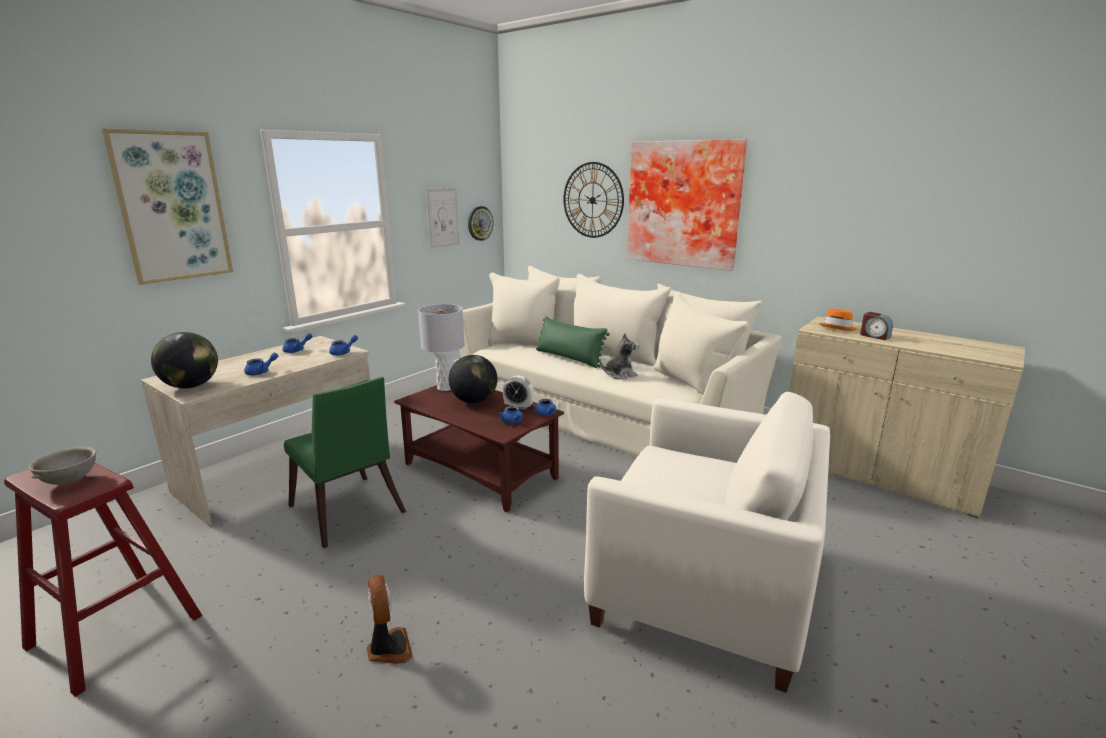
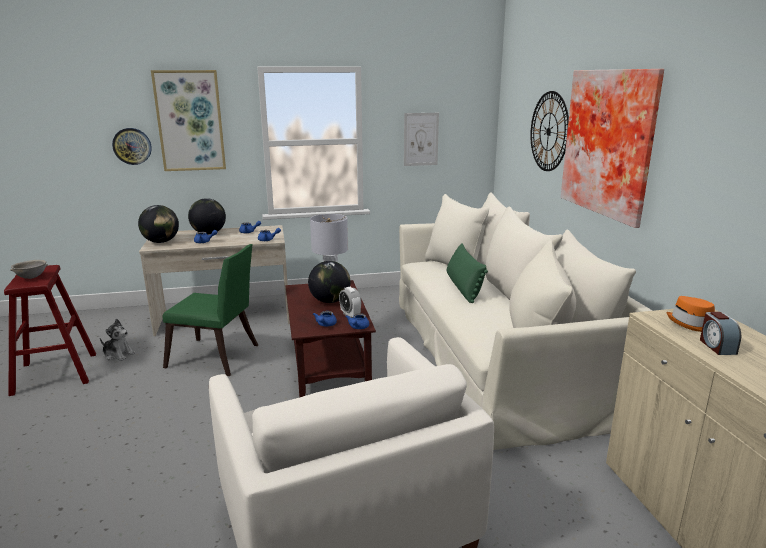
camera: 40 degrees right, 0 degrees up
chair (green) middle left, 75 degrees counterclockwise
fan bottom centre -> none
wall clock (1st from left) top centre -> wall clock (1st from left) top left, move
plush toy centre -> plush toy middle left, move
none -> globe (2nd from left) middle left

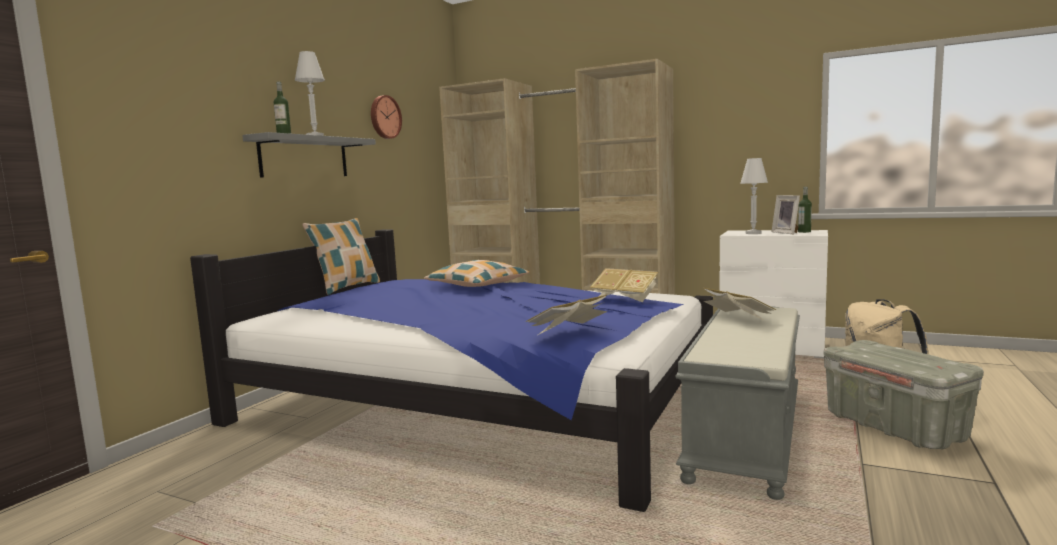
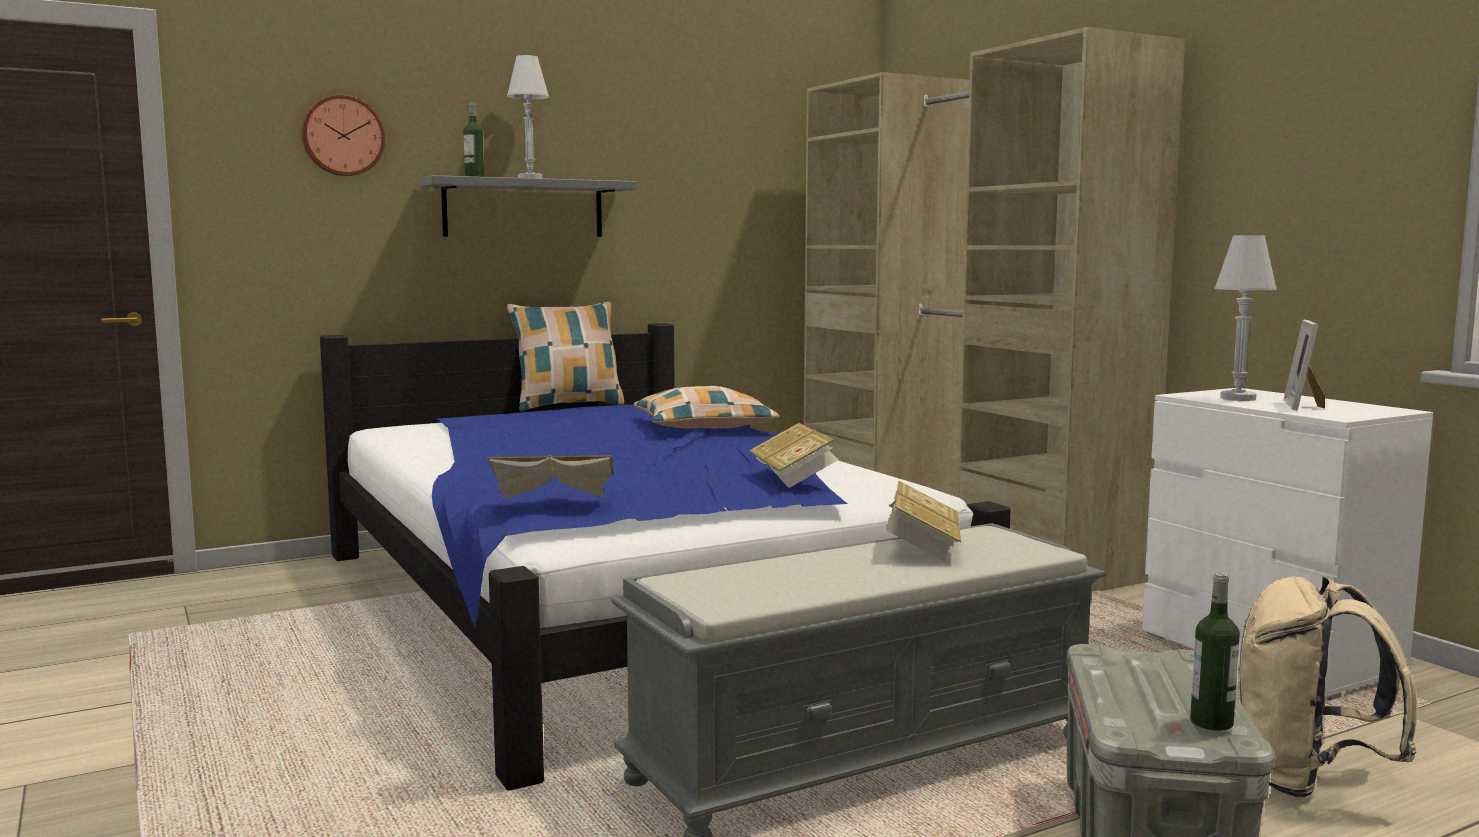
camera: 35 degrees right, 0 degrees up
wall clock top centre -> wall clock top left, move
bottle (2nd from left) middle right -> bottle (2nd from left) bottom right, move

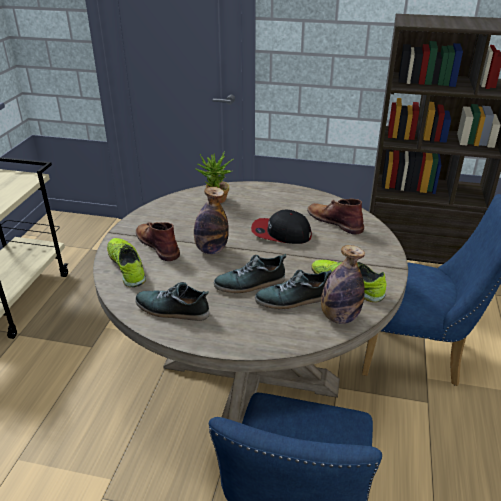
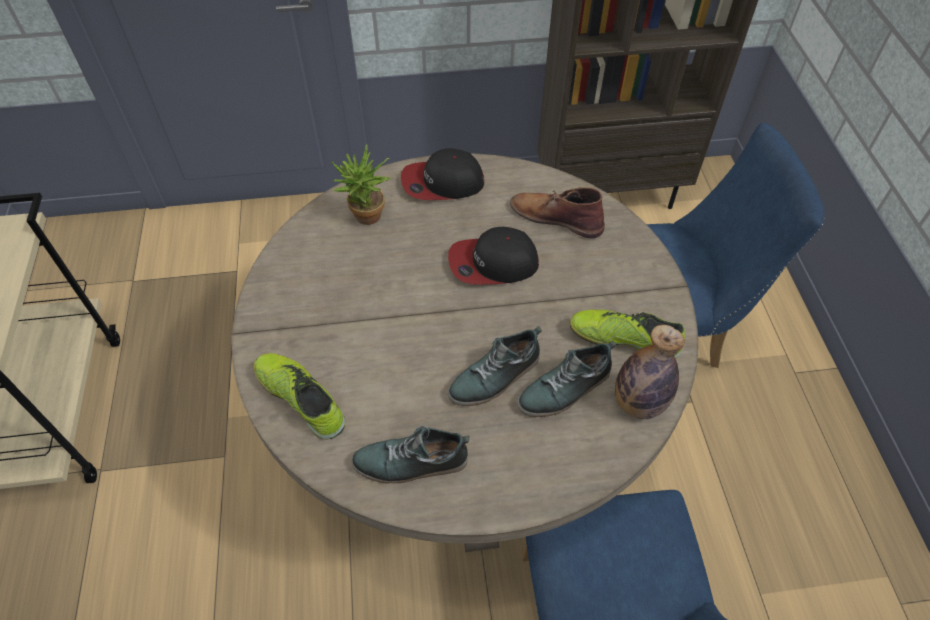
camera: 20 degrees left, 20 degrees up
boot (brown) (1st from left) middle left -> none
bottle (1st from left) centre -> none
none -> cap (1st from left) top centre

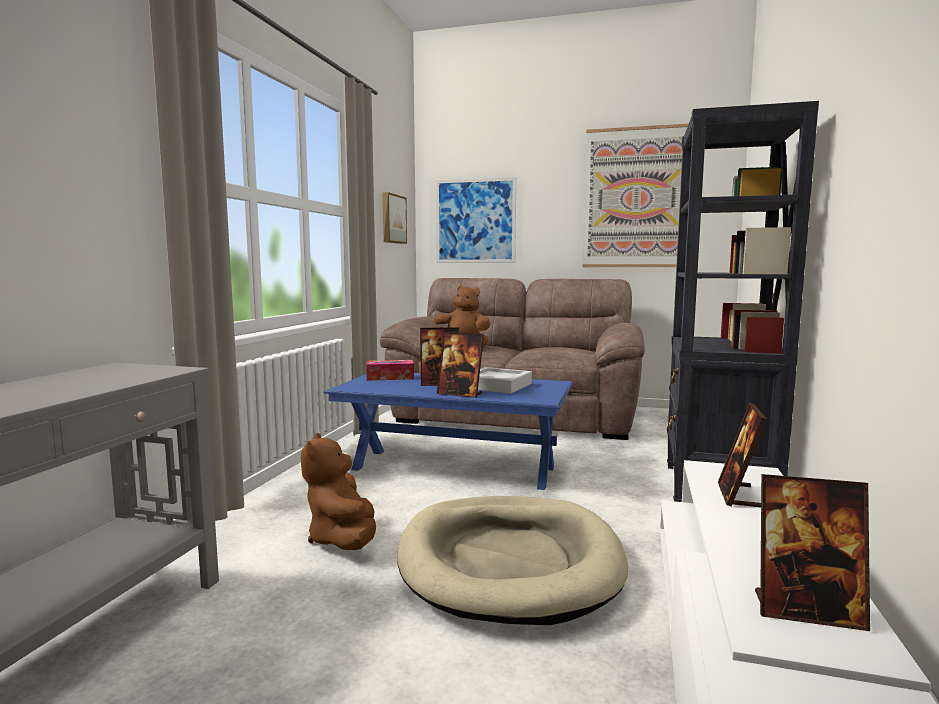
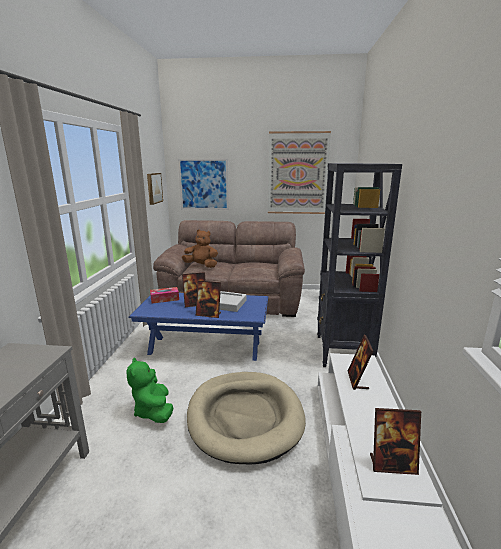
camera: 10 degrees left, 10 degrees up
plush toy (brown) (1st from left) bottom centre -> plush toy (green) bottom left

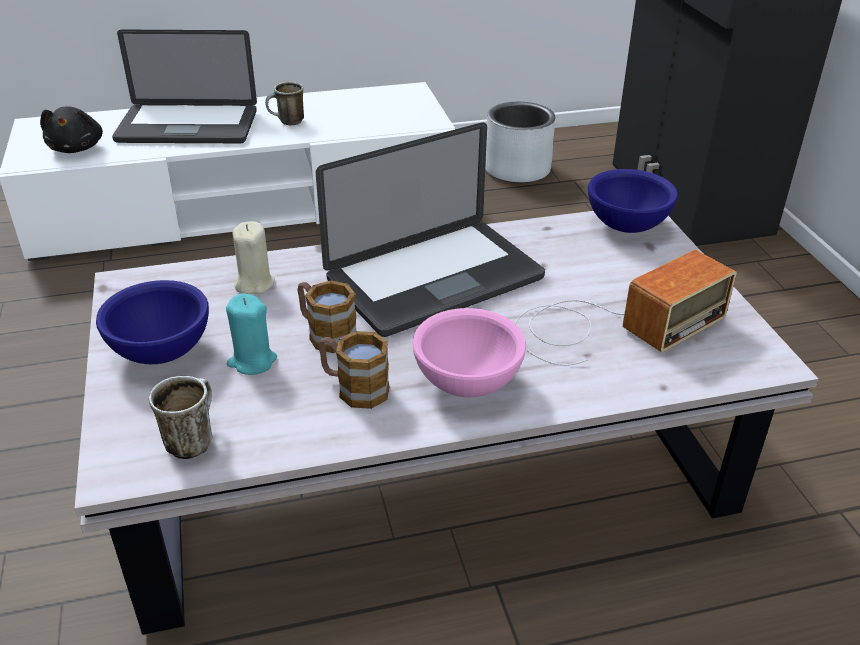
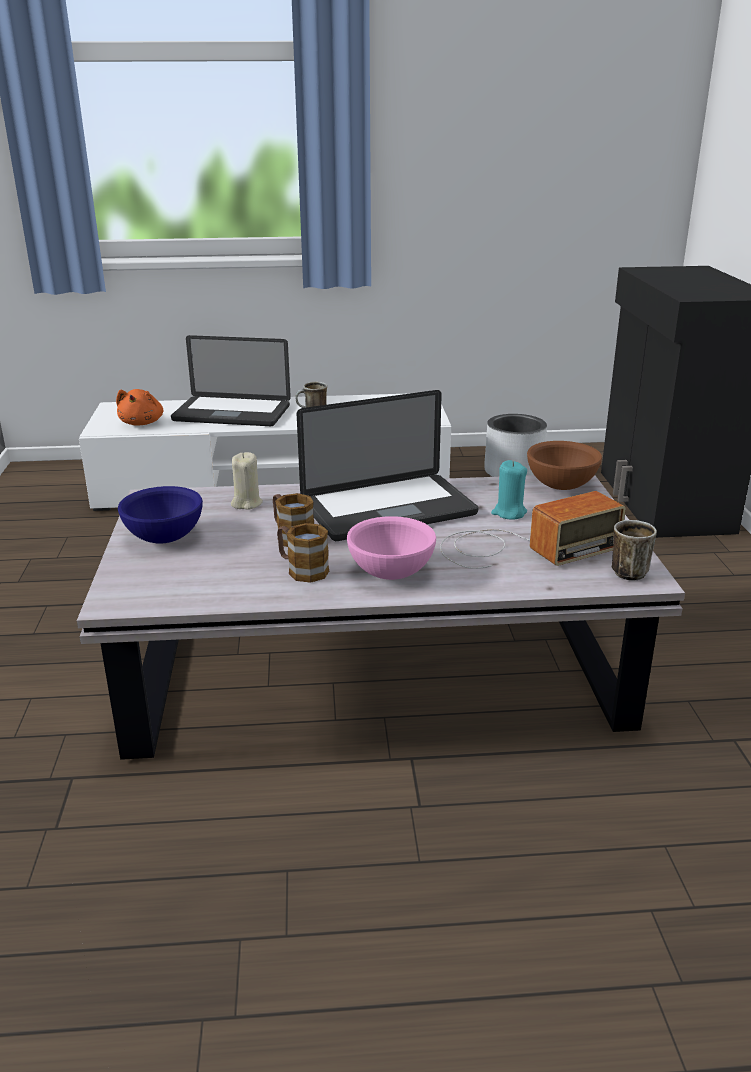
camera: 10 degrees right, 10 degrees down
plush toy (black) top left -> plush toy (orange) middle left
mug (1st from left in the first image) middle left -> mug (4th from left) middle right, move
candle (turquoise) middle left -> candle (turquoise) middle right, move
bowl (blue) (2nd from left) top right -> bowl (brown) middle right

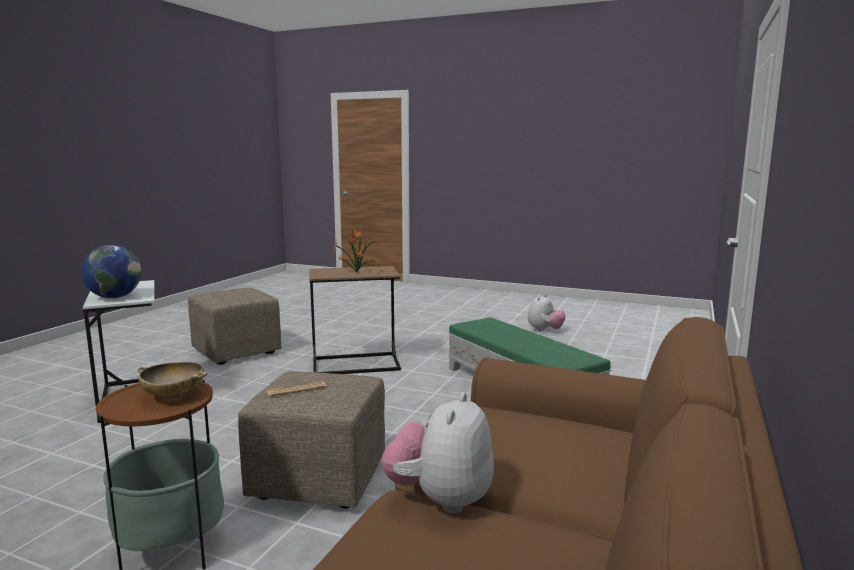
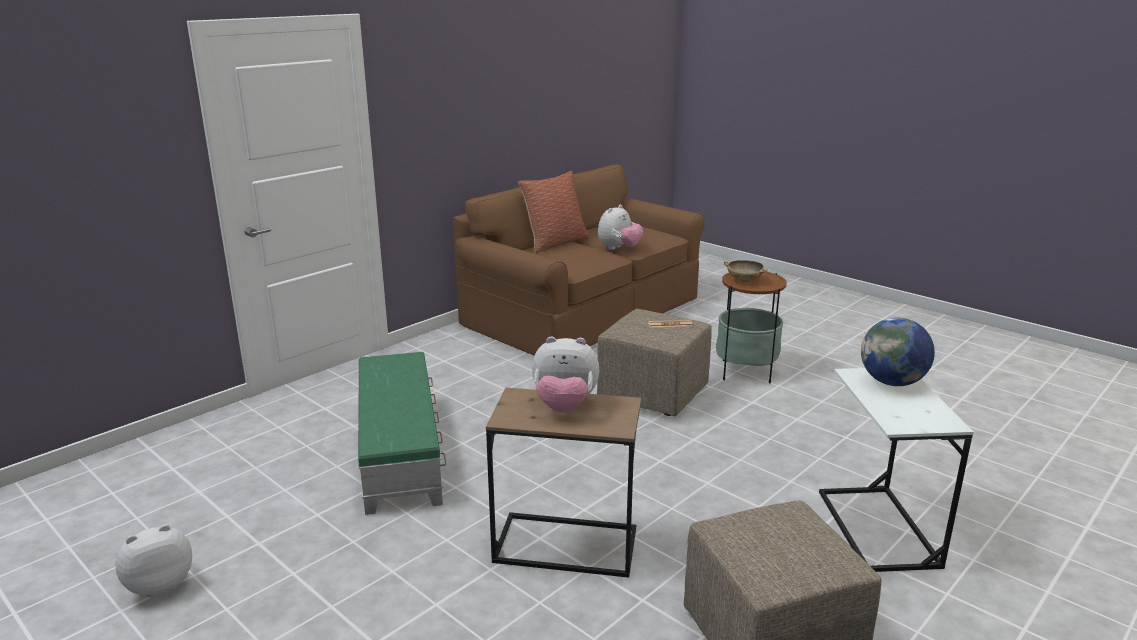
camera: 160 degrees left, 10 degrees up
potted plant centre -> plush toy (2nd from left) centre
none -> pillow top centre

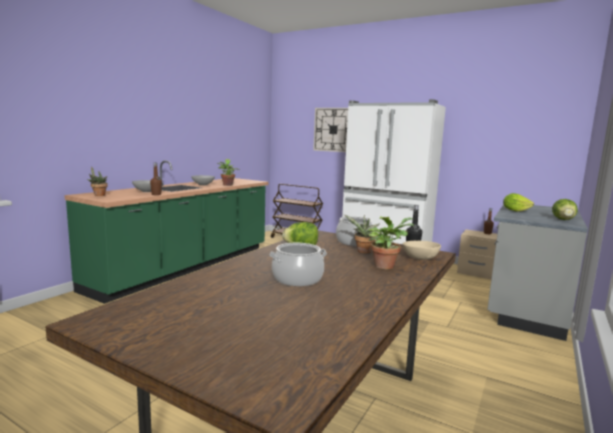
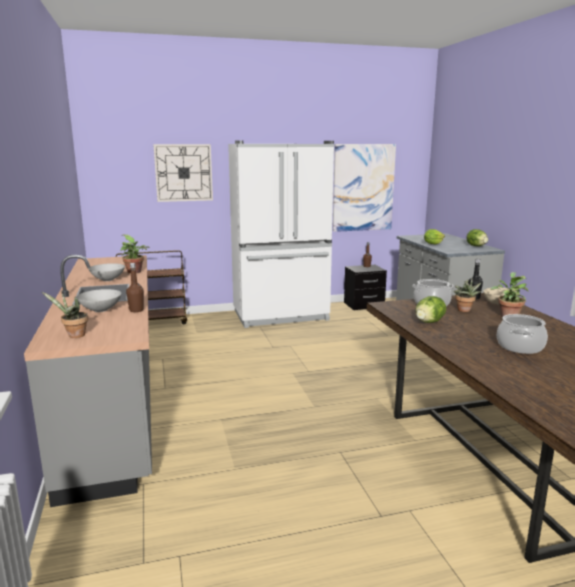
camera: 45 degrees left, 5 degrees up
counter (green) middle left -> counter (grey) (1st from left) middle left
nightstand (beige) middle right -> nightstand (black) centre
none -> picture top centre

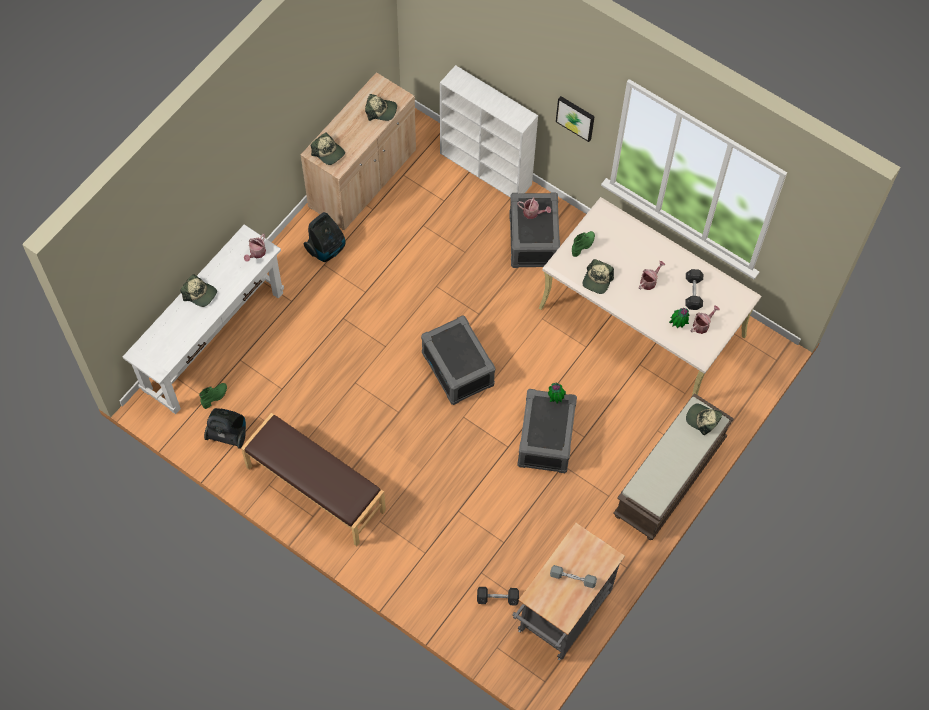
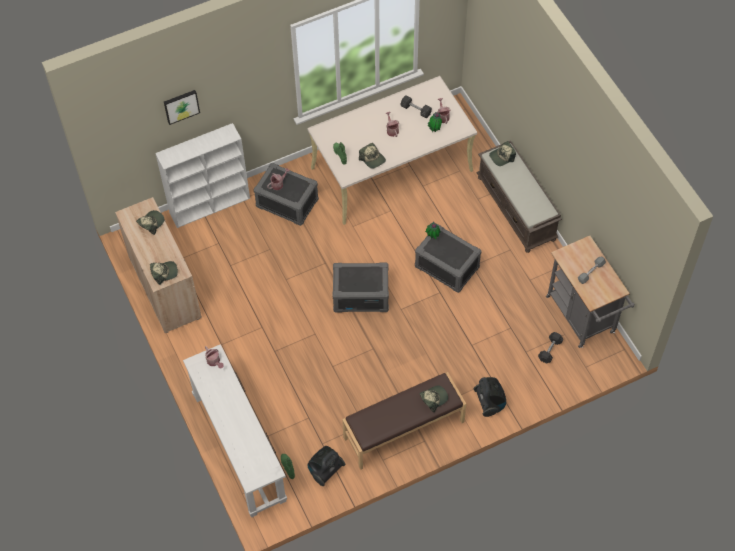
camera: 60 degrees left, 5 degrees down
cap (1st from left in the first image) middle left -> cap (4th from left) bottom centre, move
vacuum cleaner (2nd from left) centre -> vacuum cleaner (2nd from left) bottom right, move
picture top centre -> picture top left, move

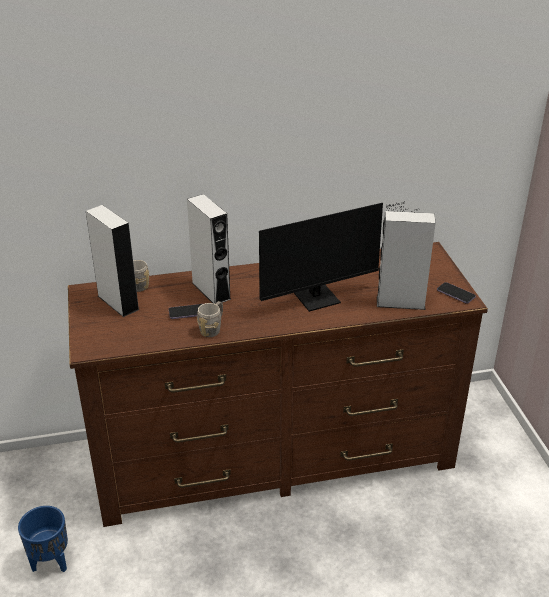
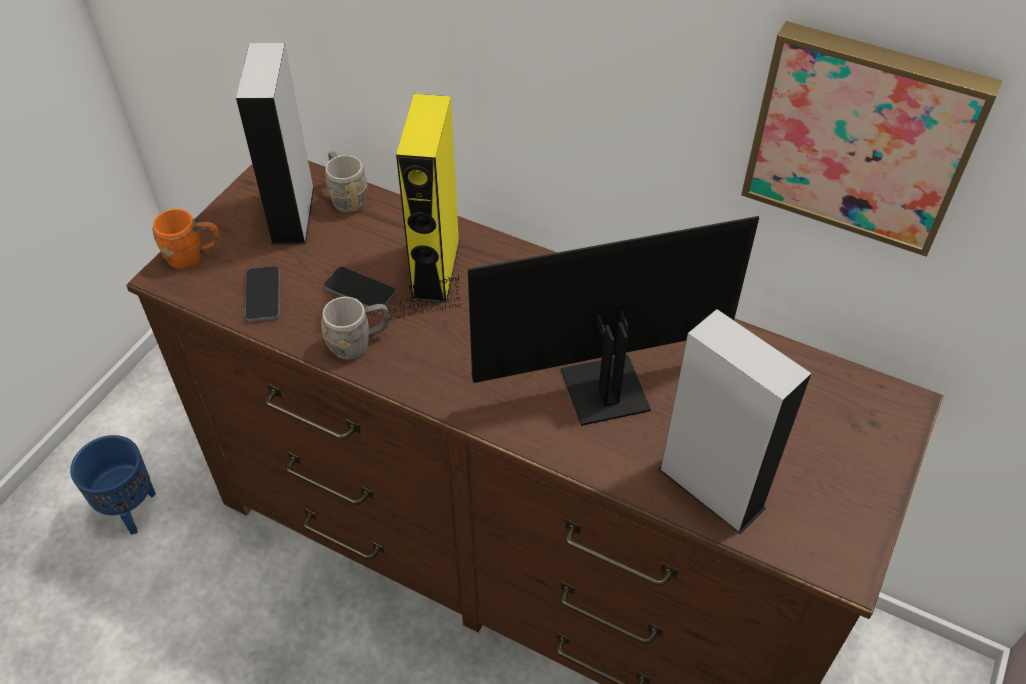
camera: 40 degrees right, 15 degrees up
speaker (grey) (2nd from left) centre -> speaker (yellow) top centre
monitor centre, 150 degrees clockwise
phone (2nd from left in the first image) middle right -> phone (1st from left) middle left, move
none -> mug (orange) middle left
none -> picture top right

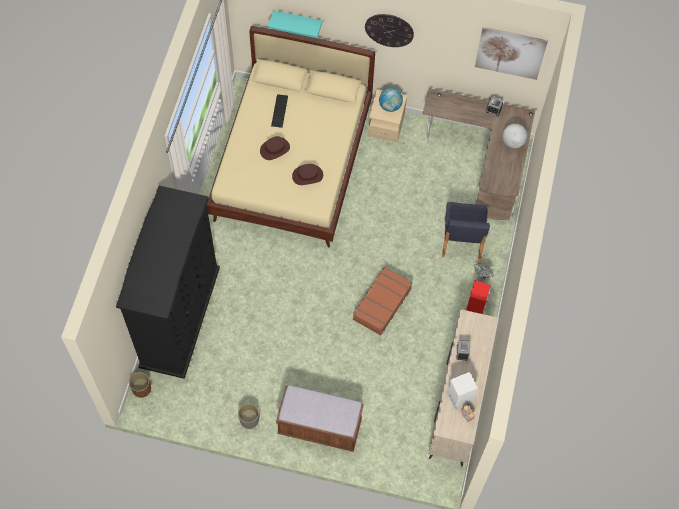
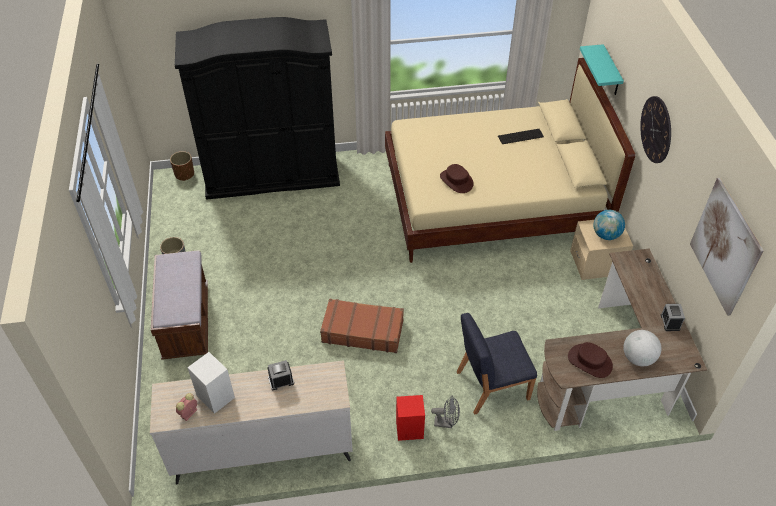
camera: 70 degrees right, 15 degrees down
hat (brown) (1st from left in the first image) top centre -> hat (brown) (2nd from left) bottom right, move

